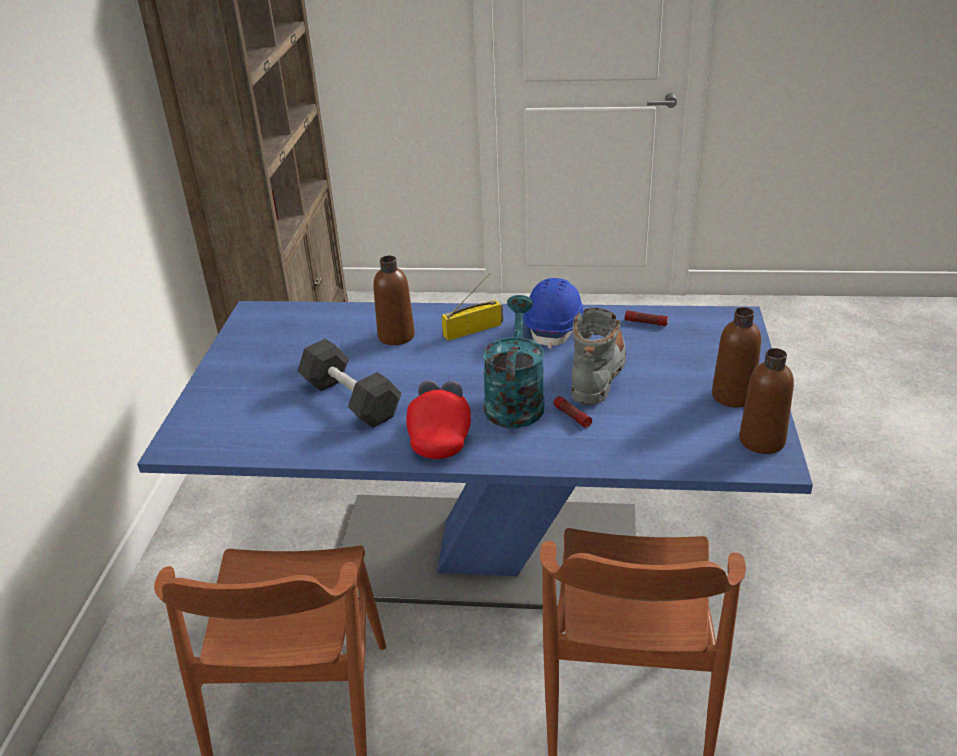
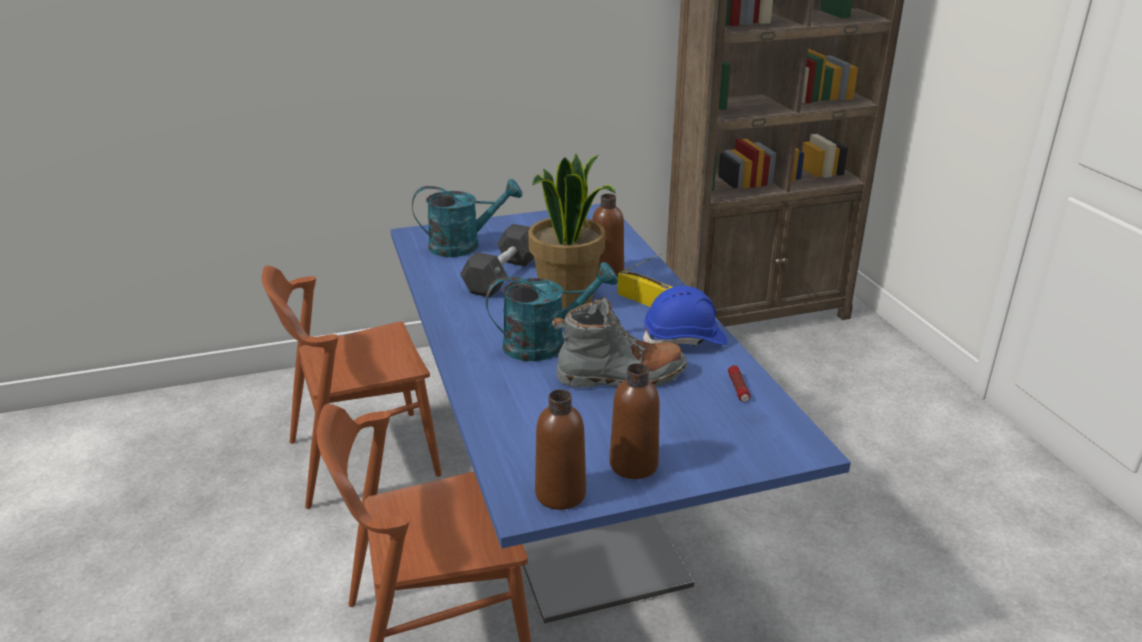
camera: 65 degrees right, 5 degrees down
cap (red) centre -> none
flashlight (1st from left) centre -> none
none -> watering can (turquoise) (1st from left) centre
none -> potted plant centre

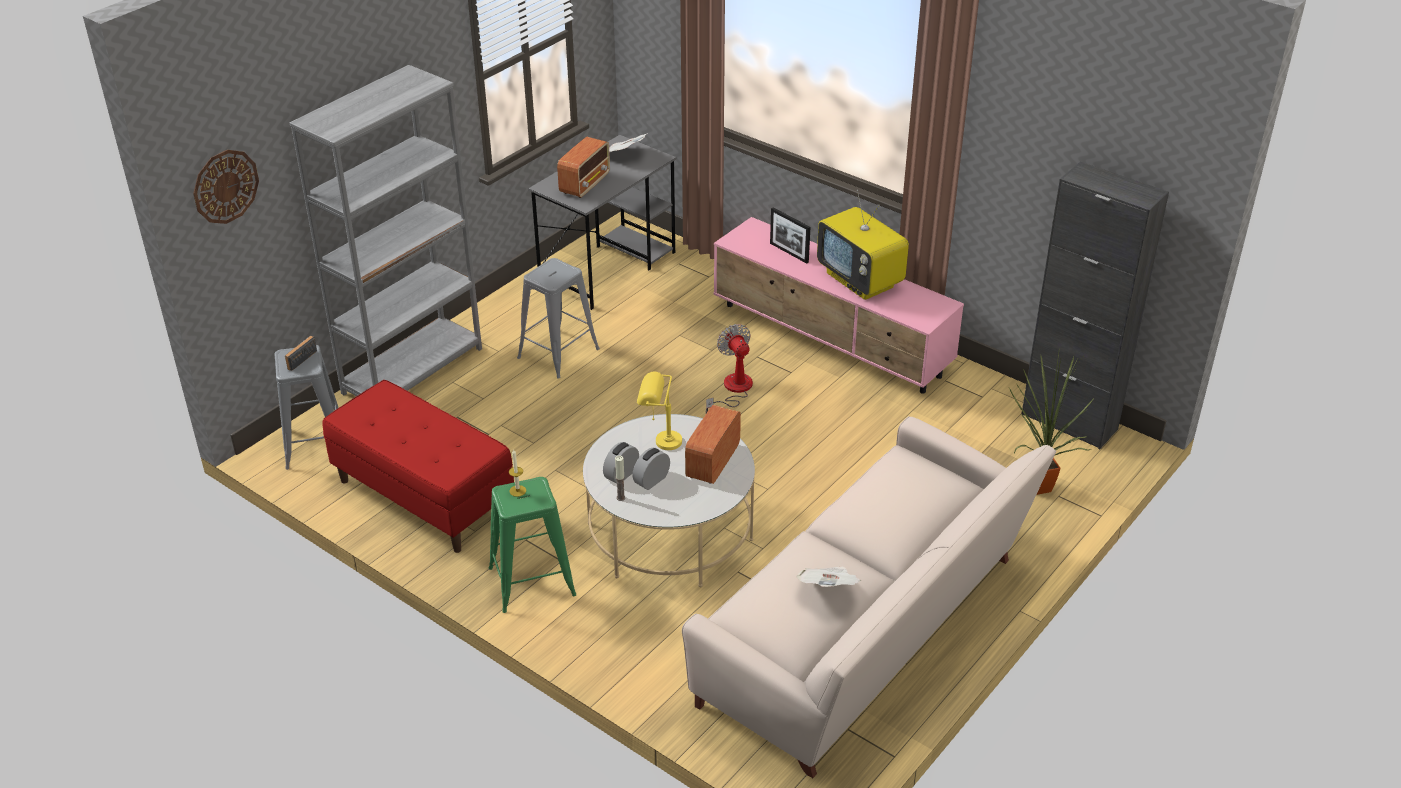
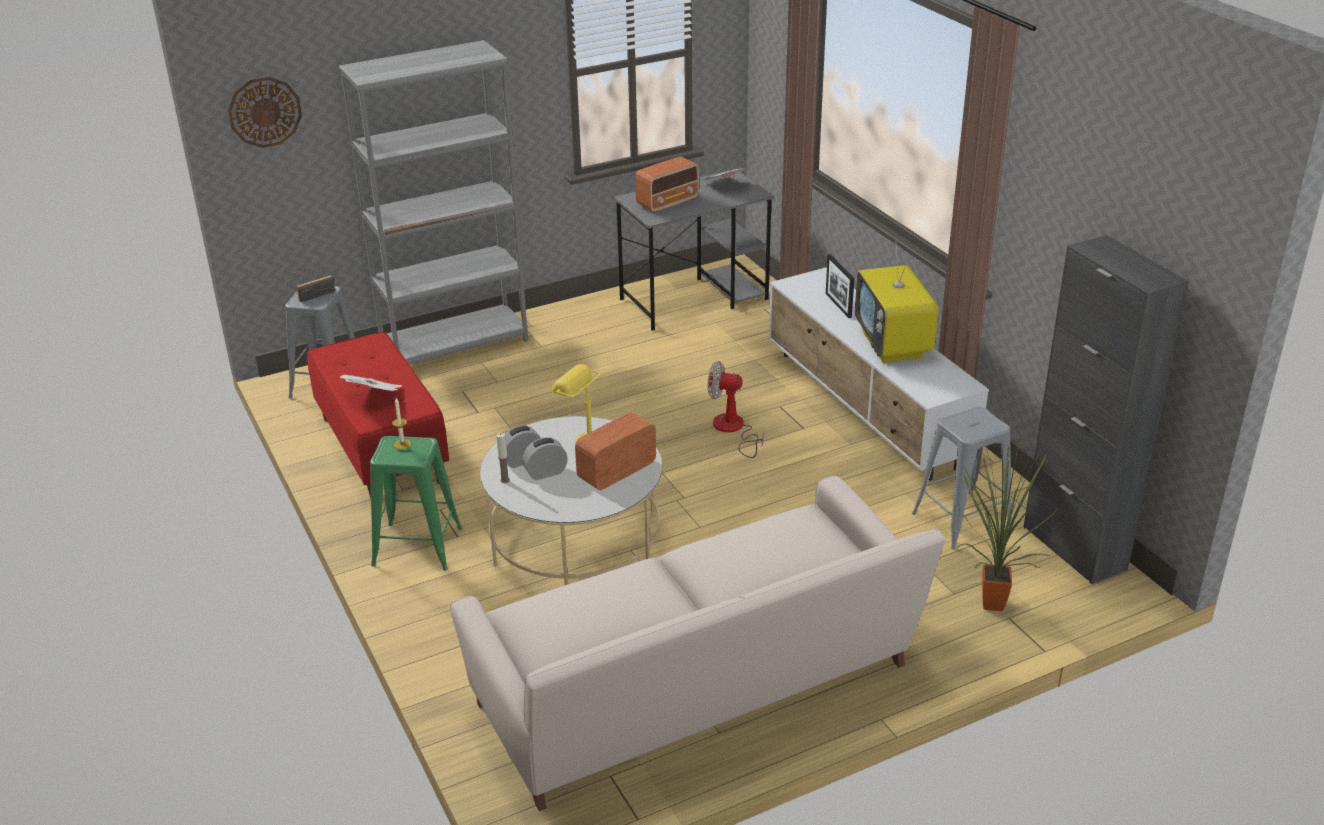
camera: 25 degrees right, 5 degrees down
stool (grey) (2nd from left) centre -> stool (grey) (2nd from left) middle right, move
fan centre, 75 degrees counterclockwise
tv stand (pink) centre -> tv stand (white) centre
newspaper (2nd from left in the first image) bottom centre -> newspaper (1st from left) middle left, move

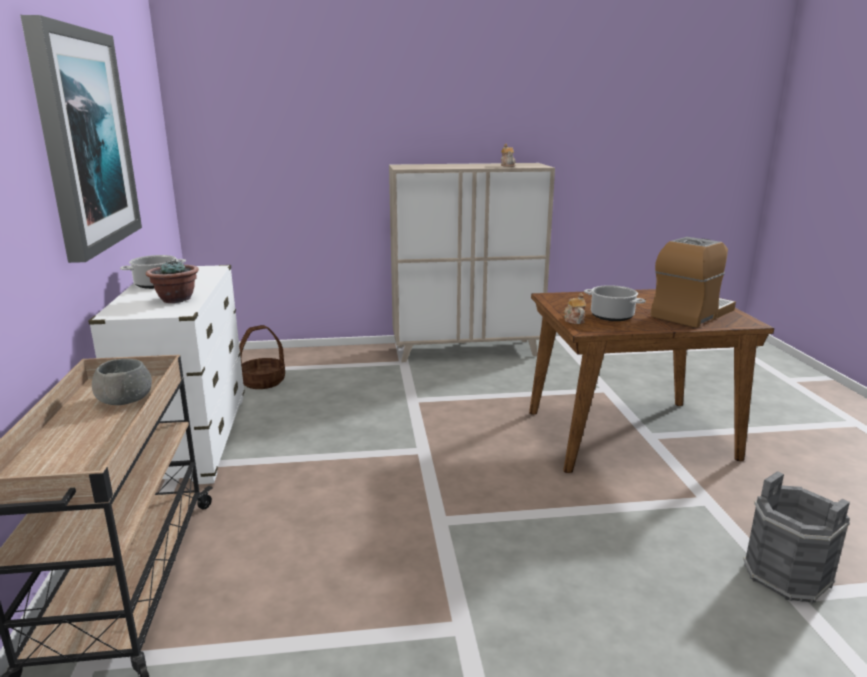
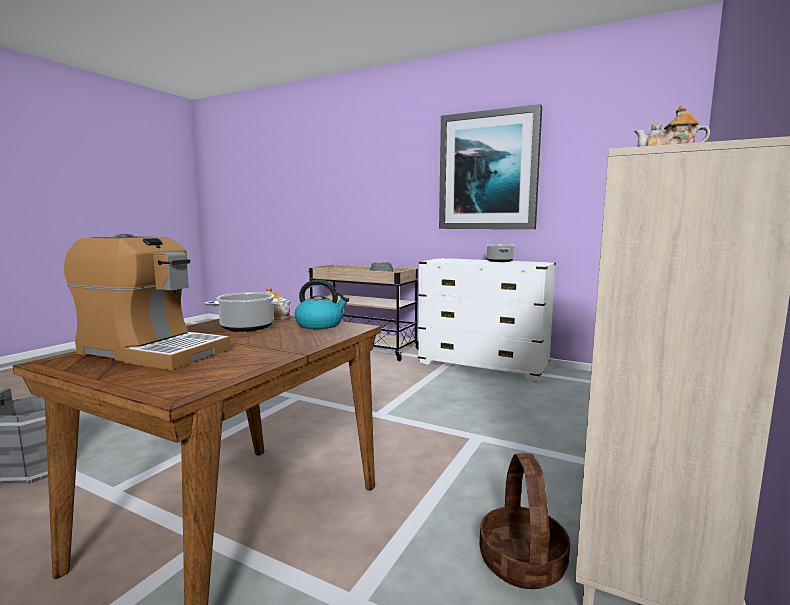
camera: 125 degrees right, 10 degrees down
potted plant middle left -> none
basket middle left -> basket bottom centre, move
coffee machine middle right -> coffee machine middle left, 60 degrees counterclockwise
none -> kettle centre

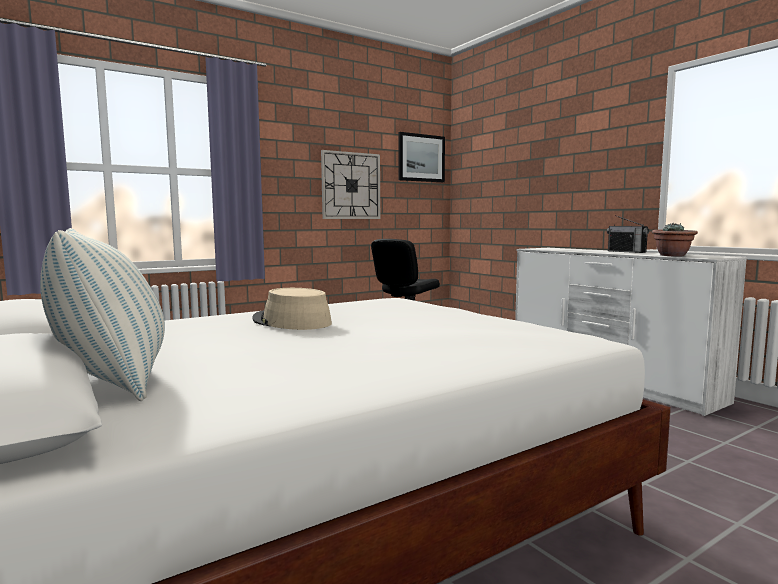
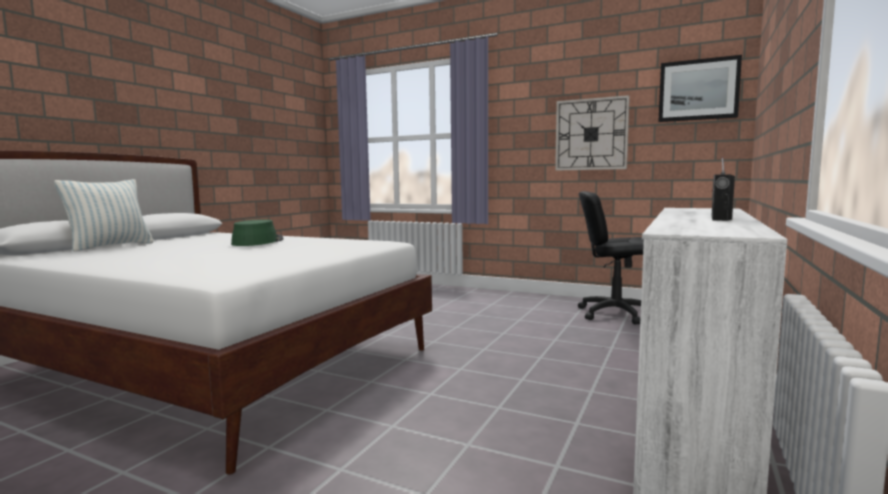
camera: 60 degrees right, 0 degrees up
hat (beige) centre -> hat (green) middle left
potted plant middle right -> none

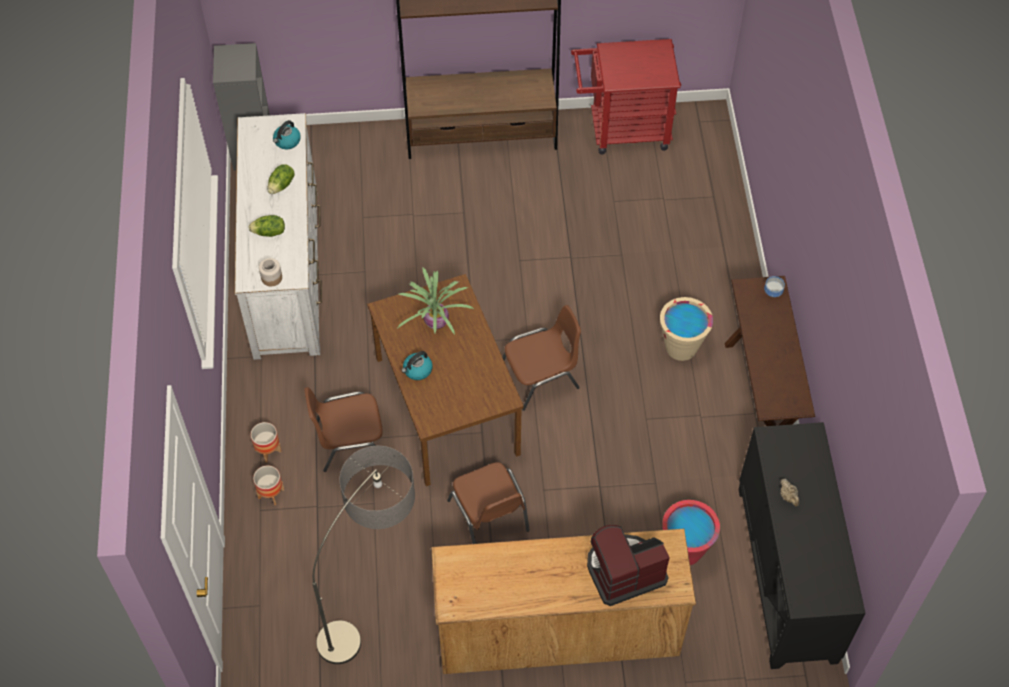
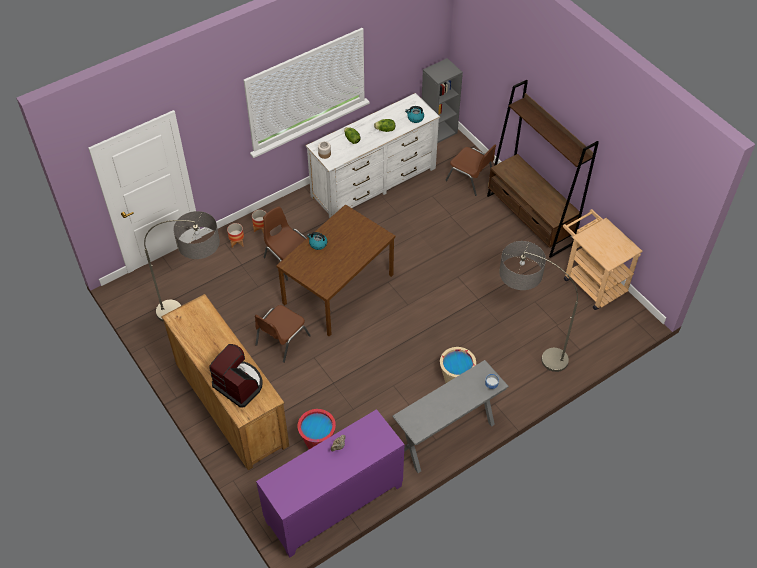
camera: 60 degrees right, 5 degrees down
potted plant centre -> none
chair (brown) (3rd from left) centre -> chair (brown) (3rd from left) top centre, move
cart (red) top centre -> cart (beige) middle right
console table (brown) middle right -> console table (grey) bottom centre
cabinet (black) bottom right -> cabinet (purple) bottom centre
none -> floor lamp (2nd from left) middle right

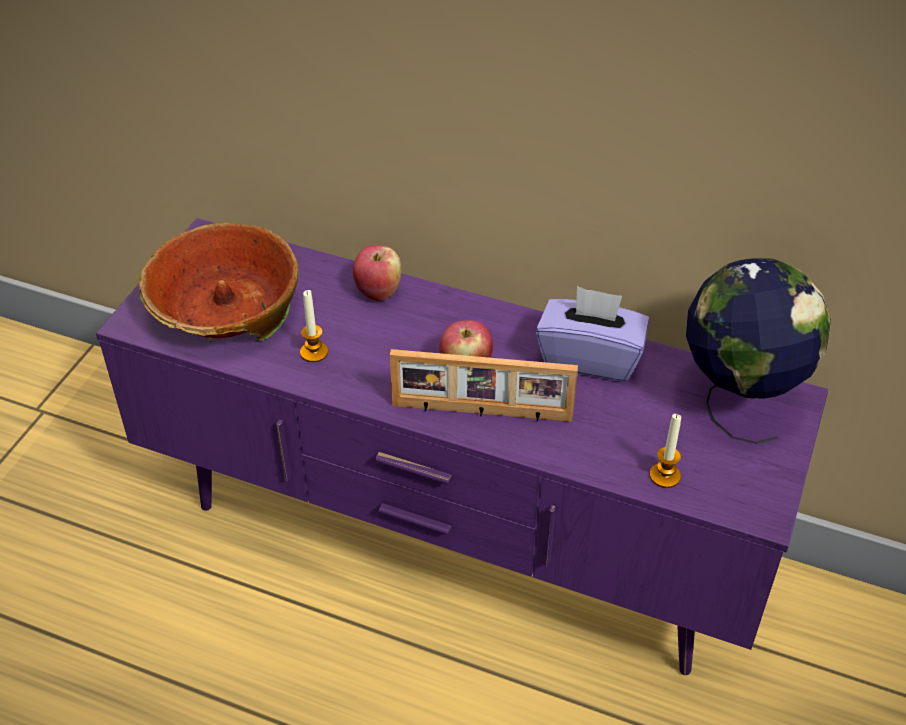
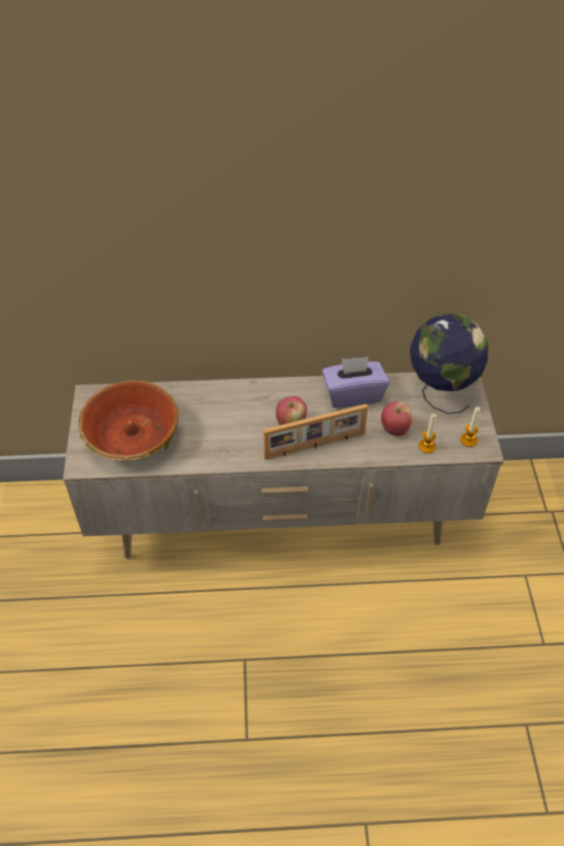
camera: 25 degrees left, 5 degrees up
tv stand (purple) centre -> tv stand (beige) centre
candle (1st from left in the first image) centre -> candle (2nd from left) middle right, move
apple (1st from left in the first image) centre -> apple (2nd from left) middle right, move

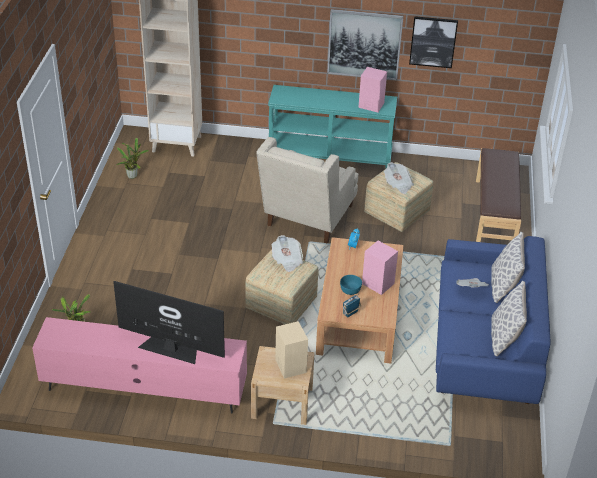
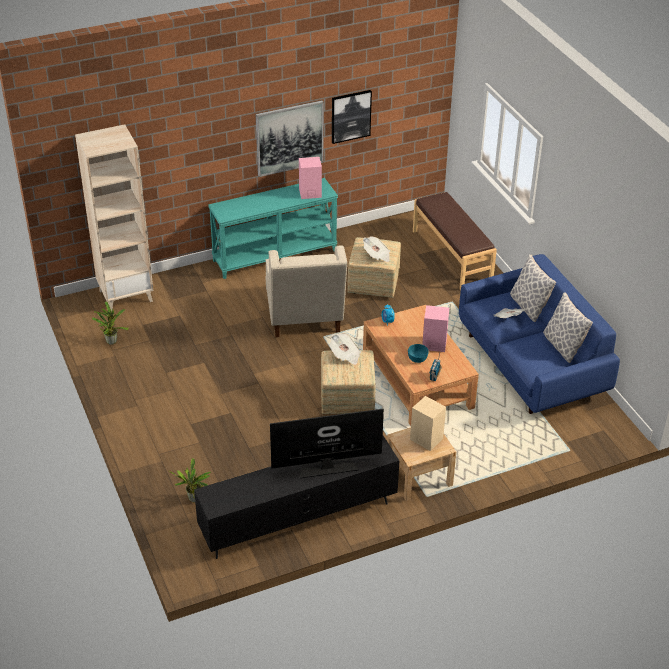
camera: 30 degrees left, 0 degrees up
tv stand (pink) bottom left -> tv stand (black) bottom centre

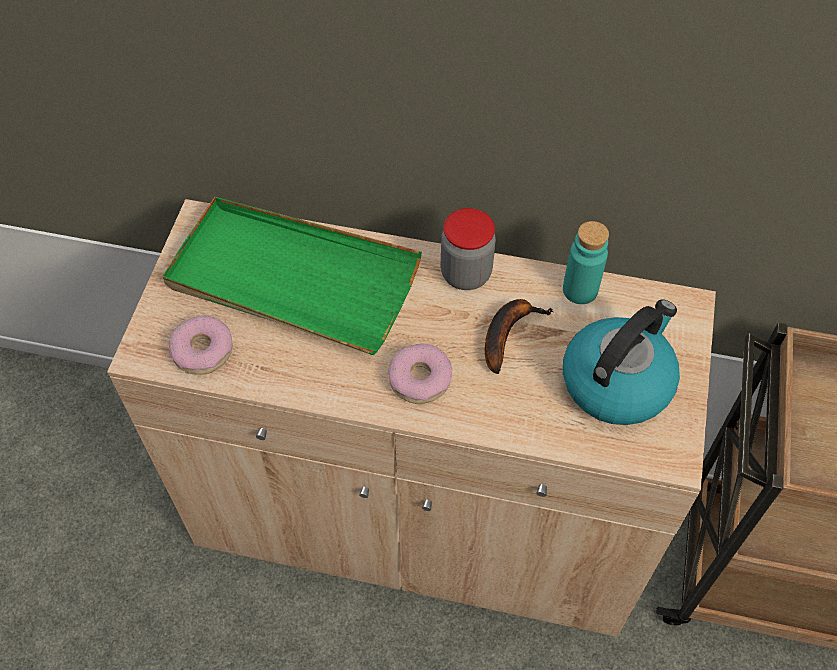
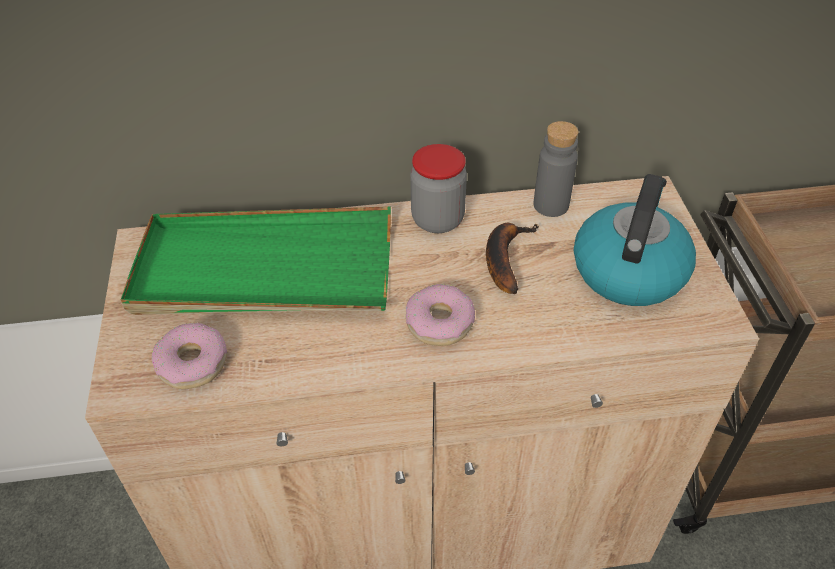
camera: 20 degrees left, 10 degrees down
bottle (turquoise) middle right -> bottle (grey) top centre

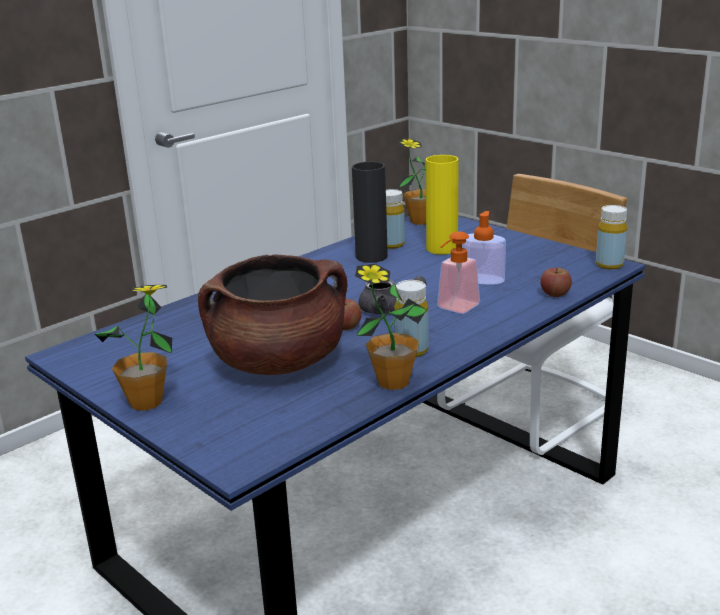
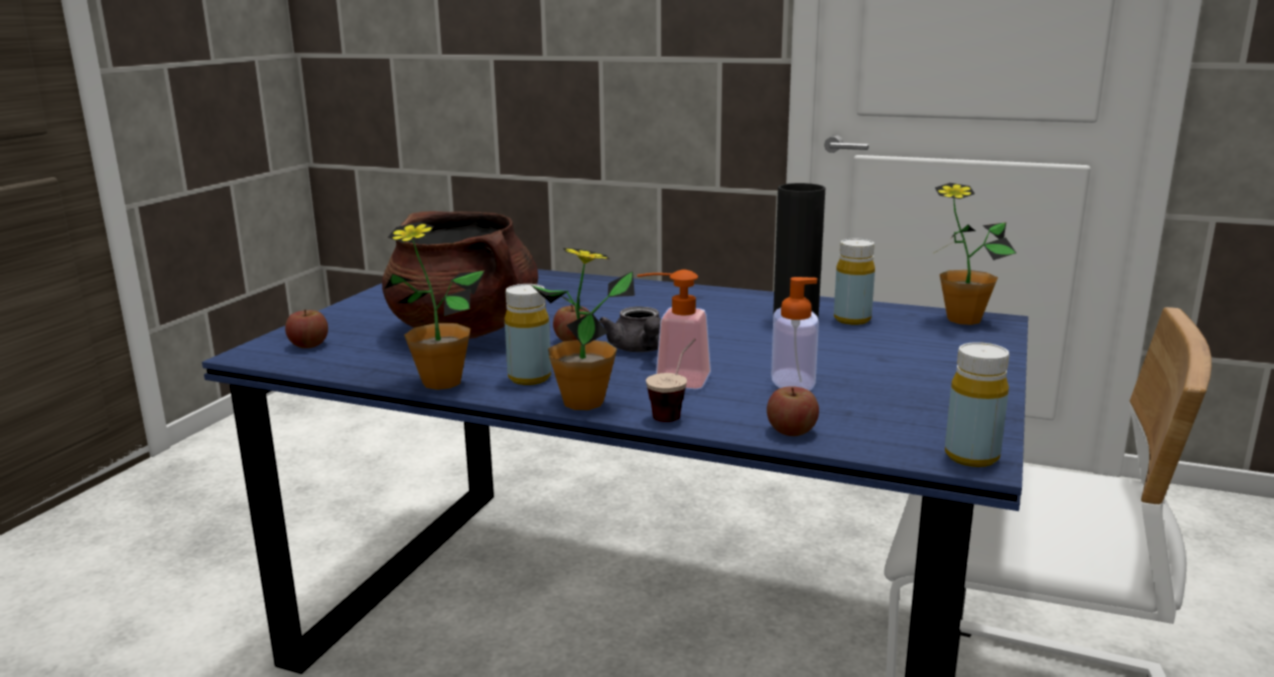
camera: 65 degrees right, 5 degrees down
potted plant (1st from left in the first image) middle left -> potted plant (2nd from left) centre, move
vase (yellow) centre -> none
none -> apple (1st from left) middle left
none -> cup centre

